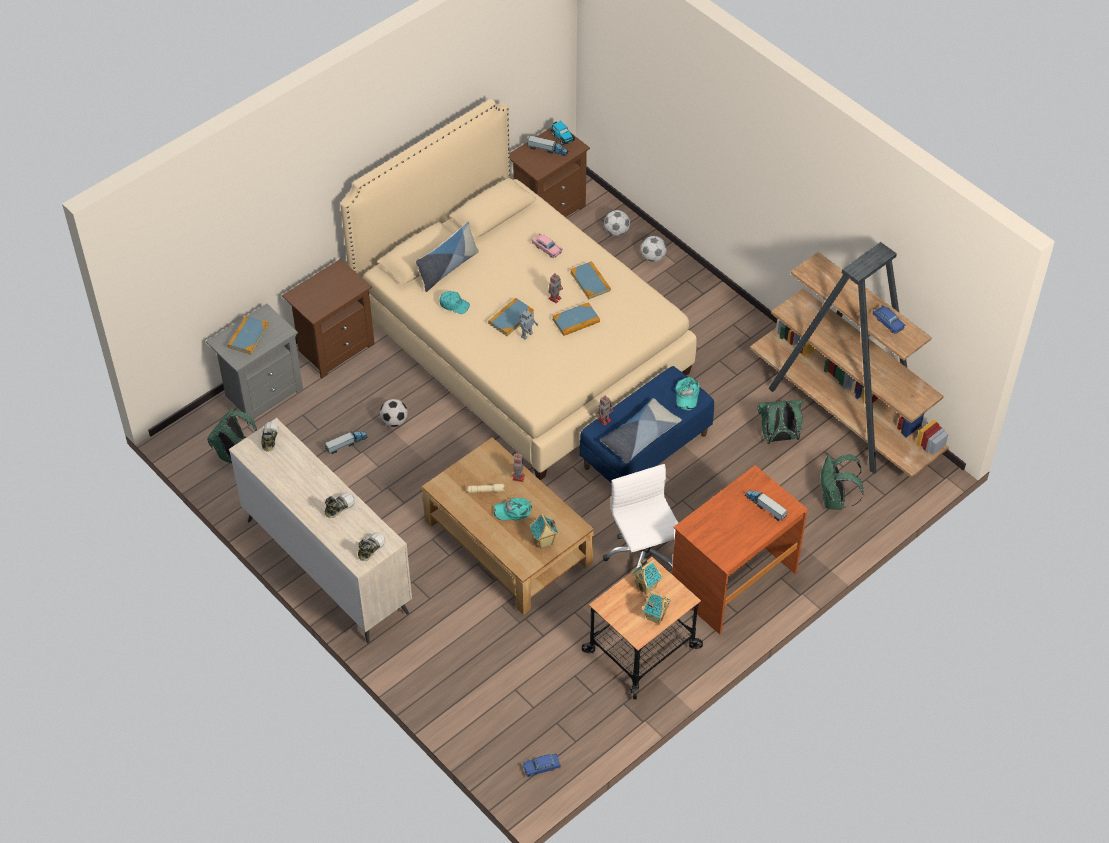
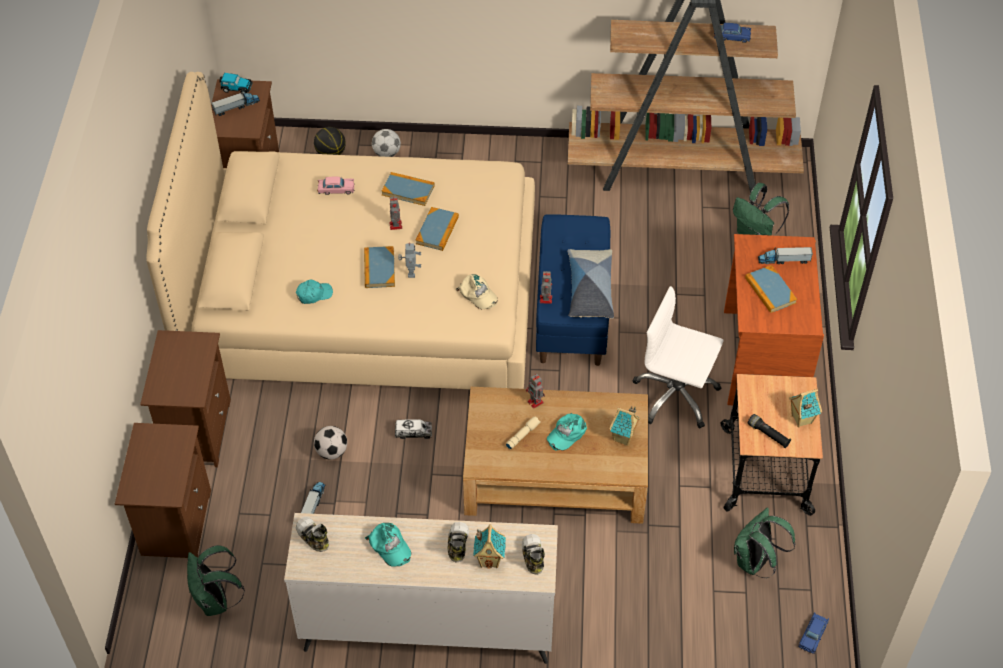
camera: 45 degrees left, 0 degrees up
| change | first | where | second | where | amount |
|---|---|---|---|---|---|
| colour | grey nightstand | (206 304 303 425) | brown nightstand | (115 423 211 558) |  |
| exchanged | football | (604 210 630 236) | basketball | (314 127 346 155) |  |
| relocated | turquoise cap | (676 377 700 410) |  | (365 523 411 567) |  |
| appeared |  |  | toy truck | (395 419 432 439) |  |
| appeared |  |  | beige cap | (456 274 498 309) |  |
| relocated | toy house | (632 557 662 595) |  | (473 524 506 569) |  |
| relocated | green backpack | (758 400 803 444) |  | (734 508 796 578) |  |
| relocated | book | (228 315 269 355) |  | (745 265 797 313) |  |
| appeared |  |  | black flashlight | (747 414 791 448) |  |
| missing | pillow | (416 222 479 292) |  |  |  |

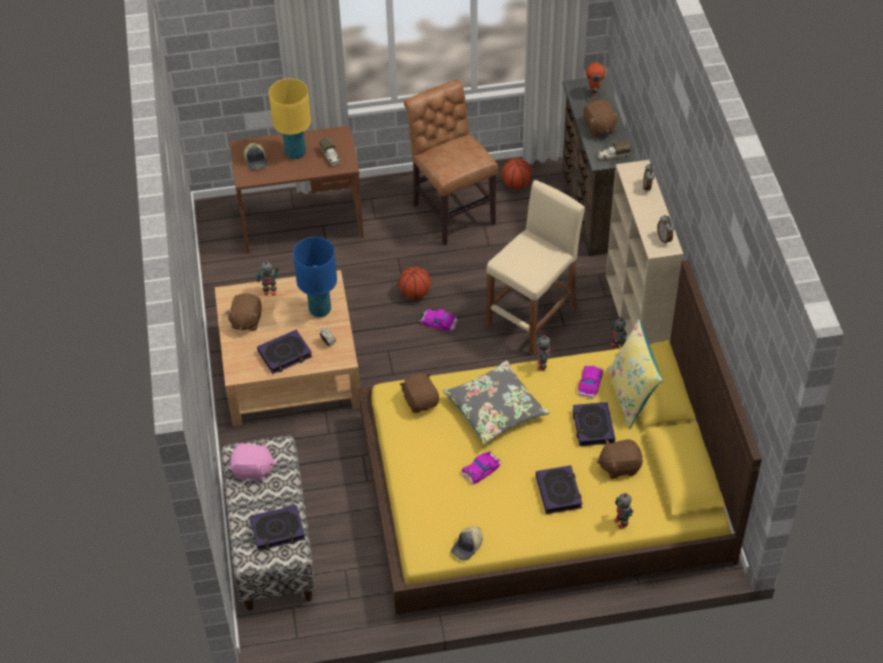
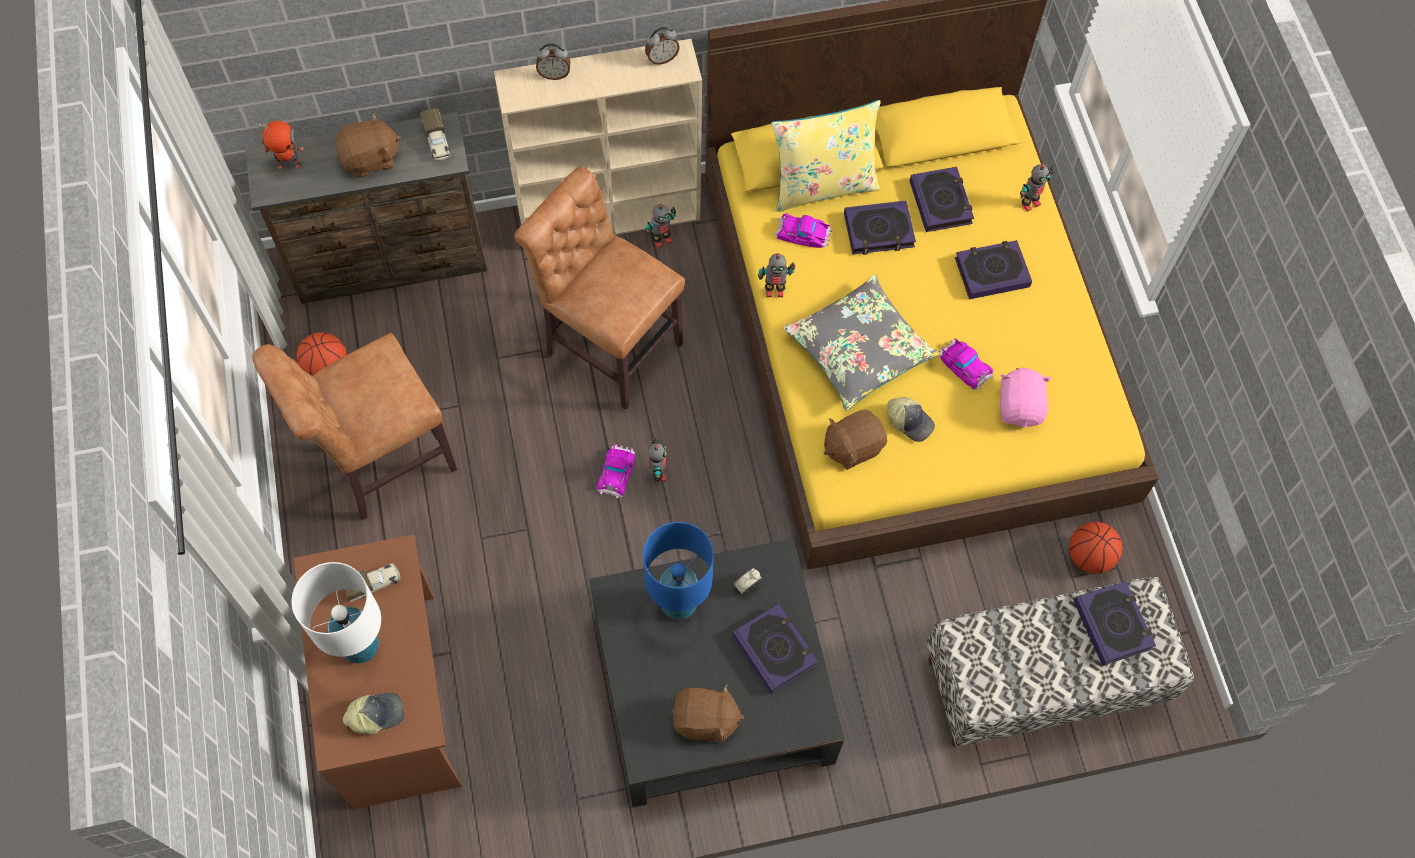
camera: 95 degrees left, 15 degrees up
| change | first | where | second | where | amount |
|---|---|---|---|---|---|
| colour | yellow table lamp | (269 79 311 159) | white table lamp | (292 562 381 663) |  |
| exchanged | beige stool | (486 180 585 355) | brown chair | (514 167 685 410) |  |
| colour | beige coffee table | (214 270 360 426) | black coffee table | (589 539 845 807) |  |
| relocated | toy robot | (256 260 279 295) |  | (648 438 667 482) |  |
| relocated | cap | (451 527 483 561) |  | (888 397 935 442) |  |
| exchanged | brown plush toy | (597 439 643 479) | book | (910 167 974 232) |  |
| relocated | pink plush toy | (230 442 276 481) |  | (1000 367 1052 428) |  |
| relocated | basketball | (398 267 431 299) |  | (1069 522 1122 574) |  |

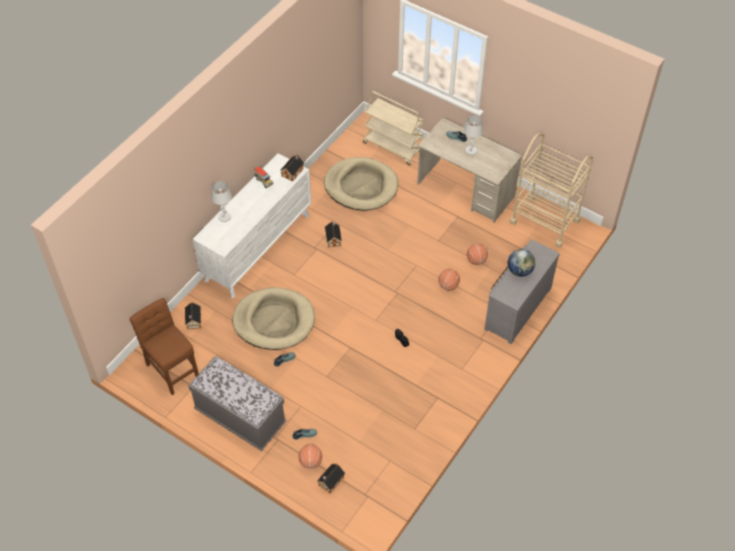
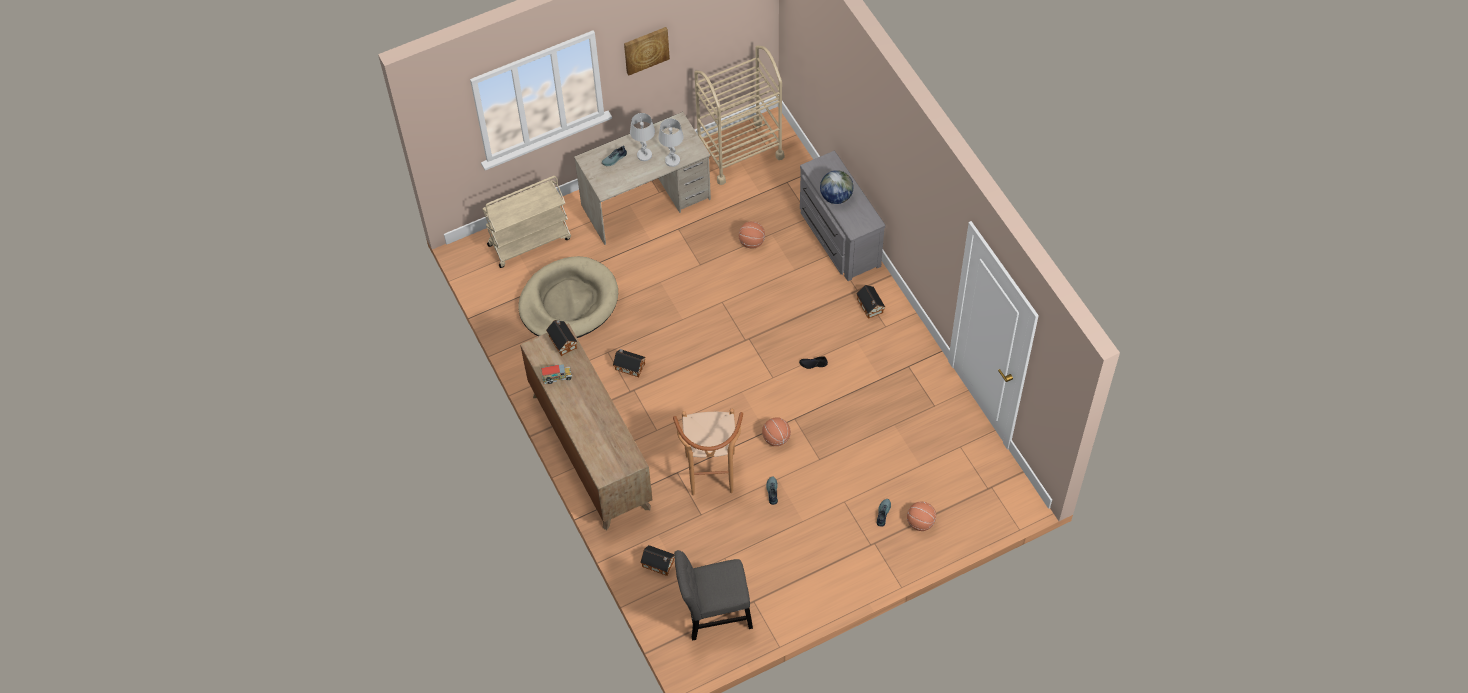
camera: 60 degrees left, 5 degrees up
| change | first | where | second | where | amount |
|---|---|---|---|---|---|
| colour | white dresser | (192 153 311 298) | brown dresser | (520 323 652 530) |  |
| appeared |  |  | picture | (624 27 670 76) |  |
| relocated | white table lamp | (211 182 232 222) |  | (658 118 684 167) |  |
| exchanged | beige dog bed | (232 287 315 350) | brown stool | (673 409 743 495) |  |
| colour | brown chair | (130 298 199 395) | grey chair | (674 550 753 641) |  |
| relocated | basketball | (439 269 460 291) |  | (762 418 791 446) |  |
| relocated | toy house | (317 464 345 494) |  | (856 285 885 319) |  |
| missing | grey bench | (188 356 286 451) |  |  |  |

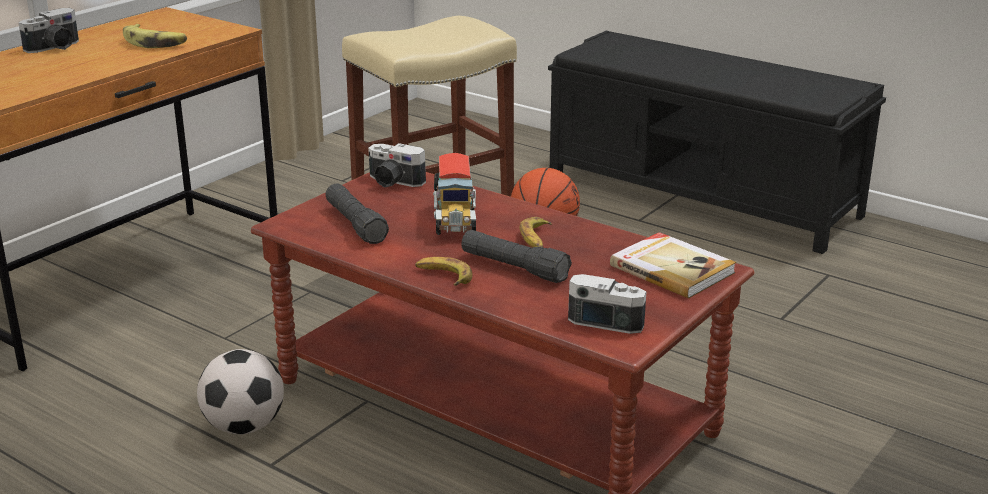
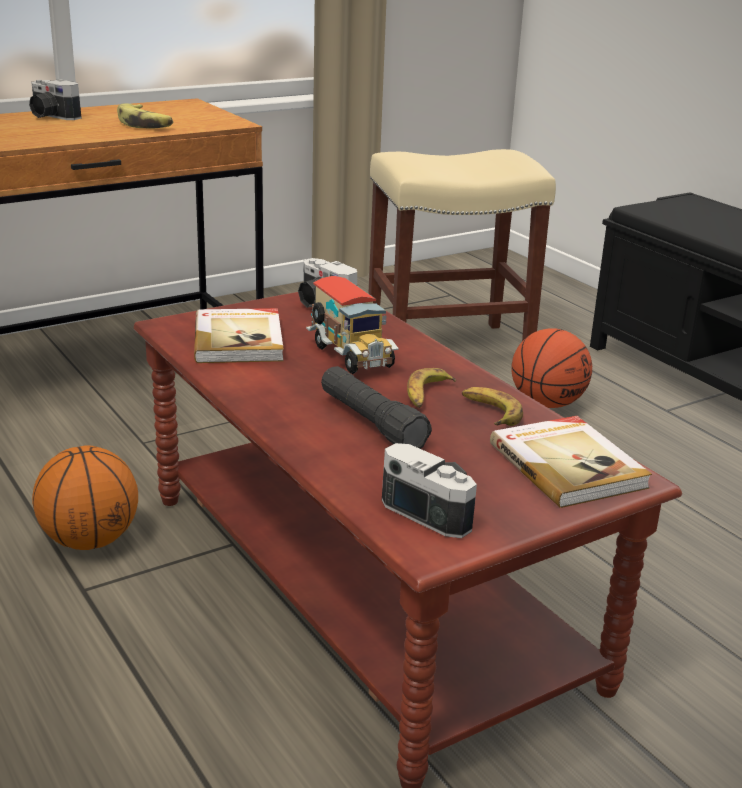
camera: 20 degrees right, 0 degrees up
| change | first | where | second | where | amount |
|---|---|---|---|---|---|
| spun | photo camera | (19 8 79 53) |  | (29 79 82 120) | 60 degrees clockwise |
| exchanged | football | (197 349 284 435) | basketball | (32 445 138 550) |  |
| exchanged | black flashlight | (326 184 389 244) | book | (194 308 284 363) |  |
| spun | toy truck | (433 153 476 235) |  | (306 276 399 374) | 45 degrees counterclockwise |
| relocated | banana | (415 257 473 286) |  | (462 387 523 426) |  |

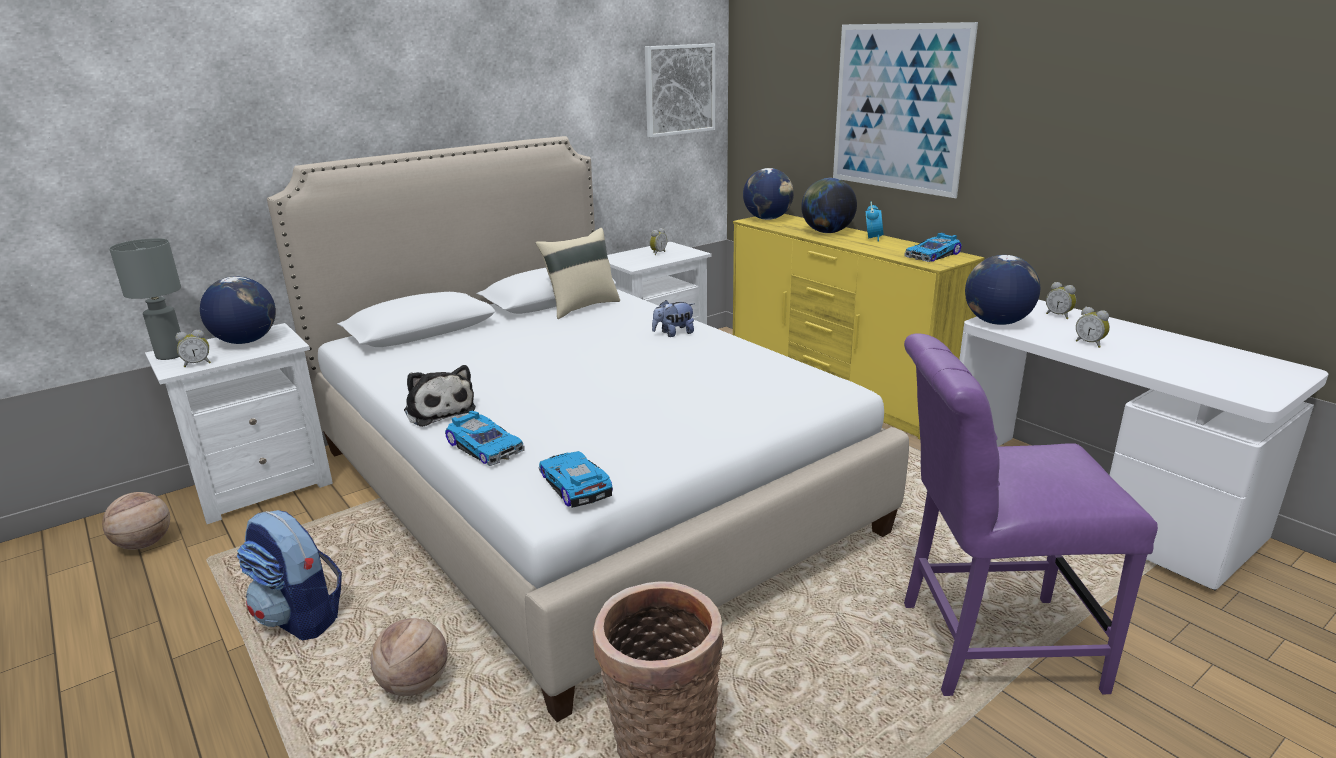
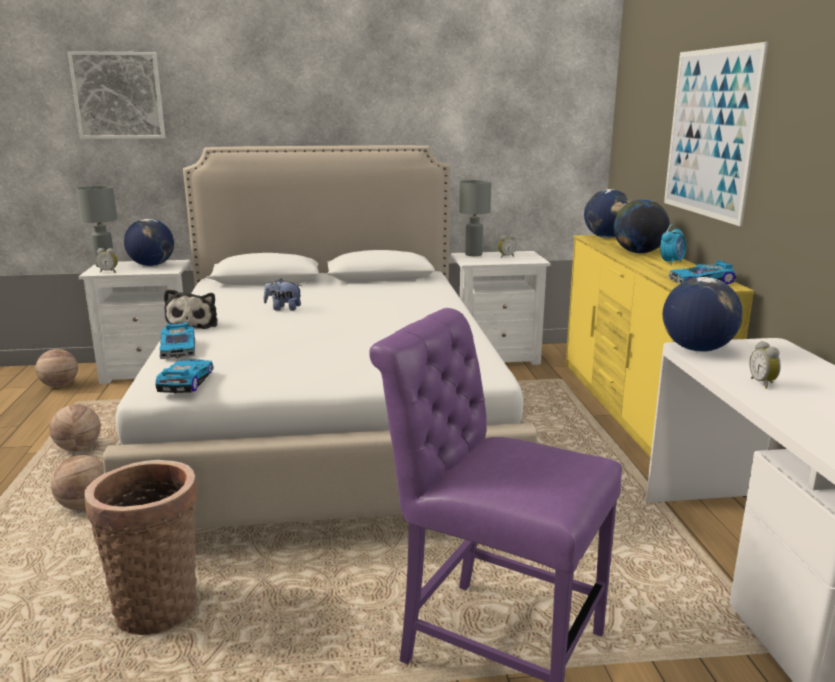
camera: 30 degrees right, 5 degrees down
| change | first | where | second | where | amount |
|---|---|---|---|---|---|
| exchanged | backpack | (237 510 342 641) | basketball | (49 404 101 451) |  |
| relocated | picture | (645 44 715 138) |  | (68 51 165 139) |  |
| relocated | plush toy | (652 300 694 337) |  | (264 279 302 311) |  |
| appeared |  |  | grey table lamp | (459 180 492 256) |  |
| missing | beige pillow | (535 228 620 319) |  |  |  |
| missing | alarm clock | (1046 282 1076 319) |  |  |  |

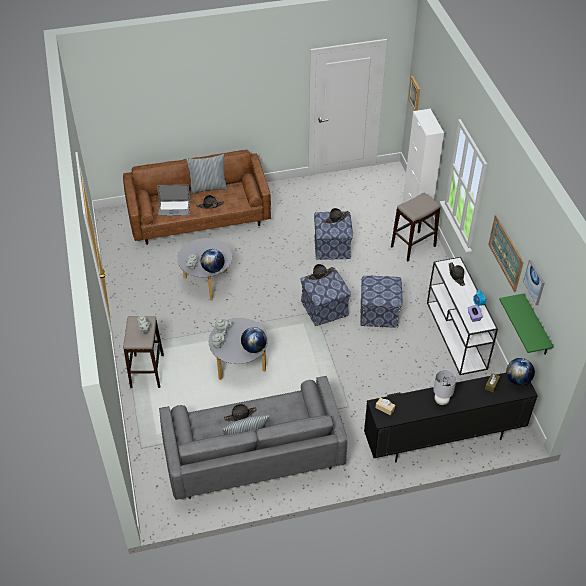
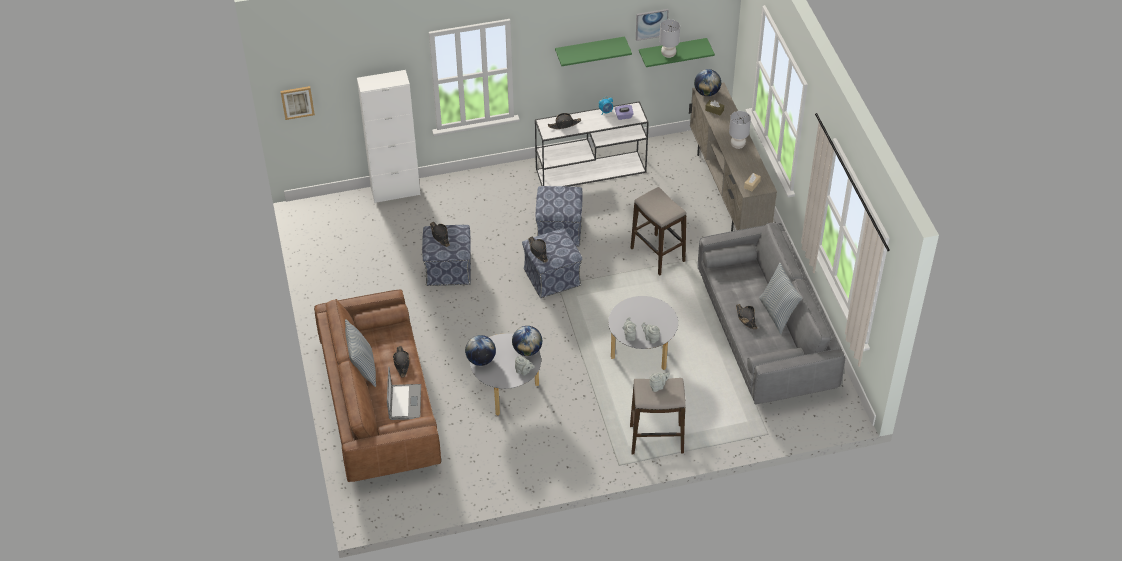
camera: 90 degrees left, 0 degrees up
| change | first | where | second | where | amount |
|---|---|---|---|---|---|
| relocated | globe | (241 327 267 353) |  | (465 335 496 366) |  |
| exchanged | picture | (488 215 524 292) | green shelf | (555 37 632 66) |  |
| relocated | stool | (391 193 440 262) |  | (630 187 686 276) |  |
| appeared |  |  | grey table lamp | (659 19 680 58) |  |
| colour | black tv stand | (364 373 538 462) | beige tv stand | (689 83 777 231) |  |

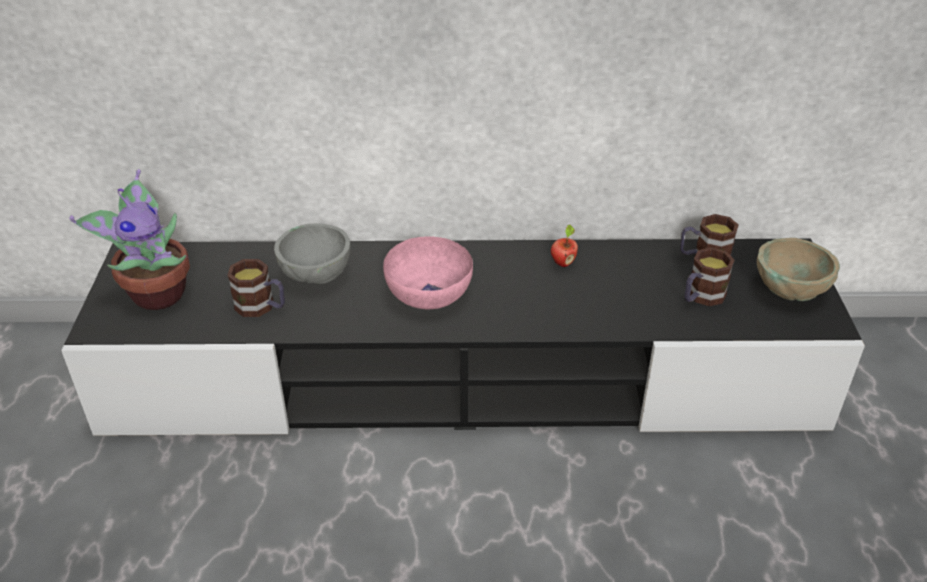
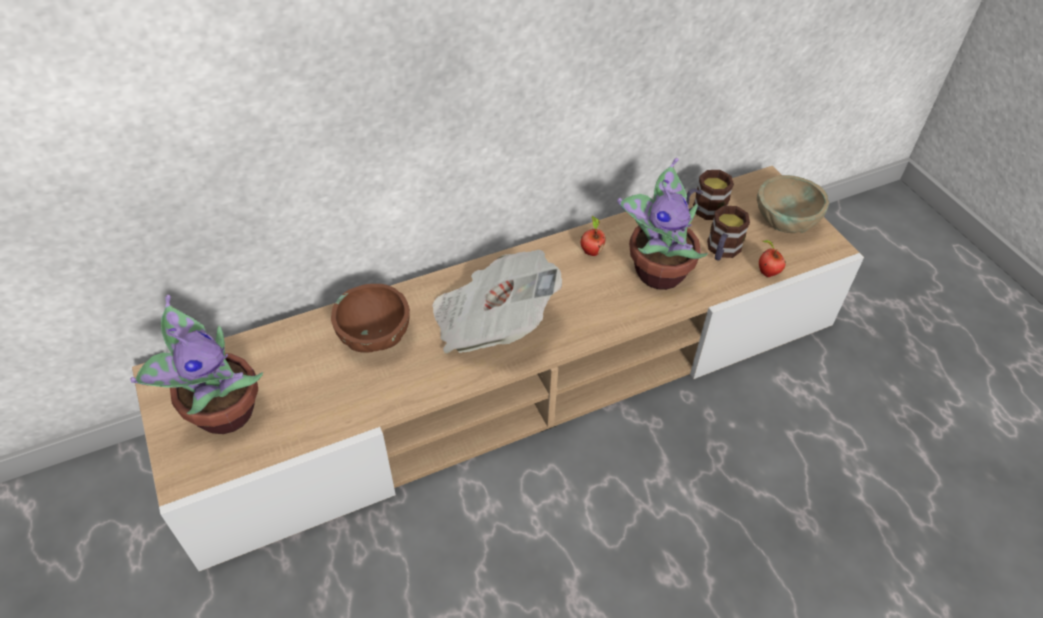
camera: 25 degrees left, 10 degrees up
| change | first | where | second | where | amount |
|---|---|---|---|---|---|
| colour | black tv stand | (61 239 865 436) | beige tv stand | (132 166 864 571) |  |
| colour | grey bowl | (274 224 350 284) | brown bowl | (331 284 410 352) |  |
| exchanged | pink bowl | (383 236 473 309) | newspaper | (432 250 562 353) |  |
| appeared |  |  | potted plant | (617 158 708 290) |  |
| appeared |  |  | apple | (759 240 786 277) |  |
| missing | mug | (227 259 285 317) |  |  |  |

